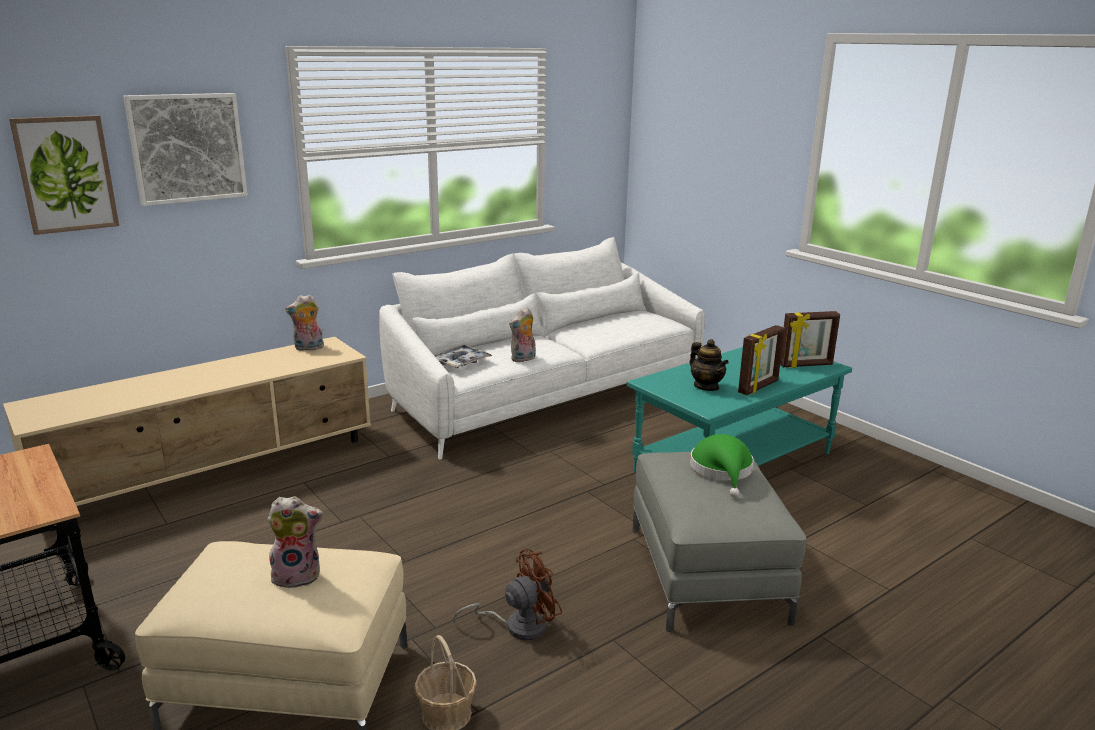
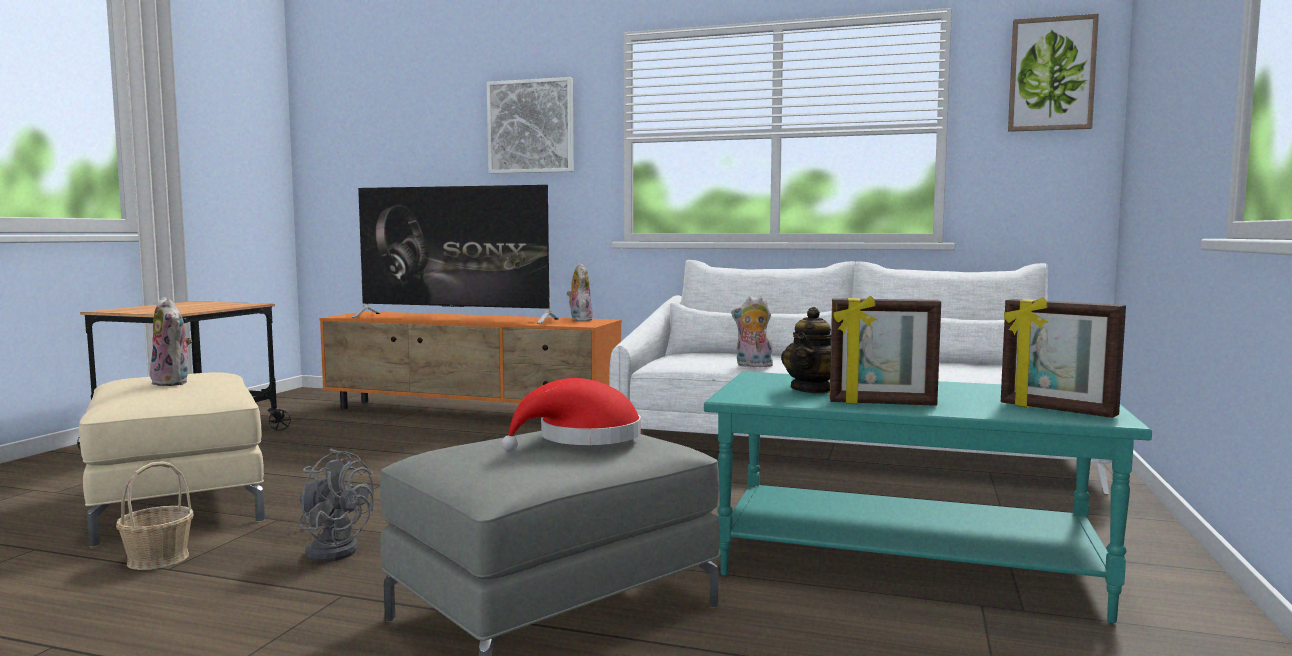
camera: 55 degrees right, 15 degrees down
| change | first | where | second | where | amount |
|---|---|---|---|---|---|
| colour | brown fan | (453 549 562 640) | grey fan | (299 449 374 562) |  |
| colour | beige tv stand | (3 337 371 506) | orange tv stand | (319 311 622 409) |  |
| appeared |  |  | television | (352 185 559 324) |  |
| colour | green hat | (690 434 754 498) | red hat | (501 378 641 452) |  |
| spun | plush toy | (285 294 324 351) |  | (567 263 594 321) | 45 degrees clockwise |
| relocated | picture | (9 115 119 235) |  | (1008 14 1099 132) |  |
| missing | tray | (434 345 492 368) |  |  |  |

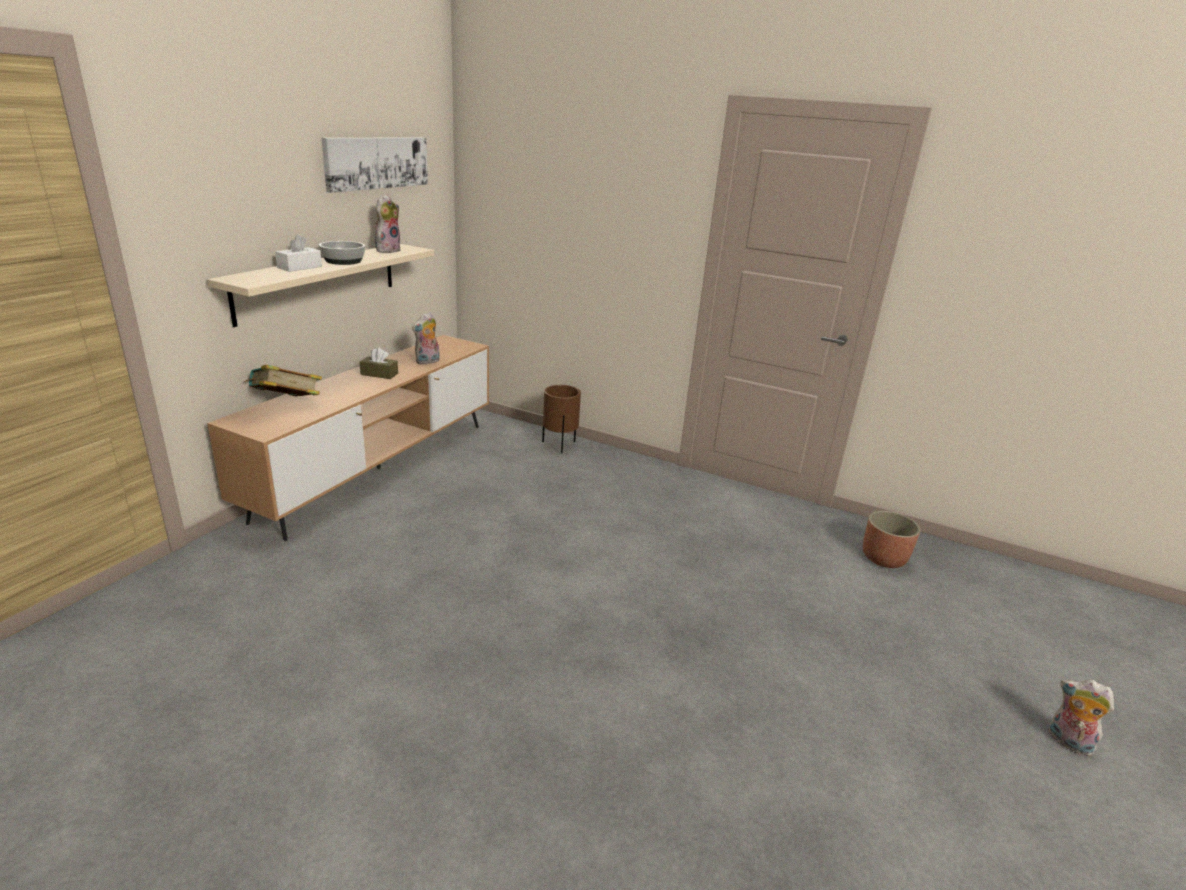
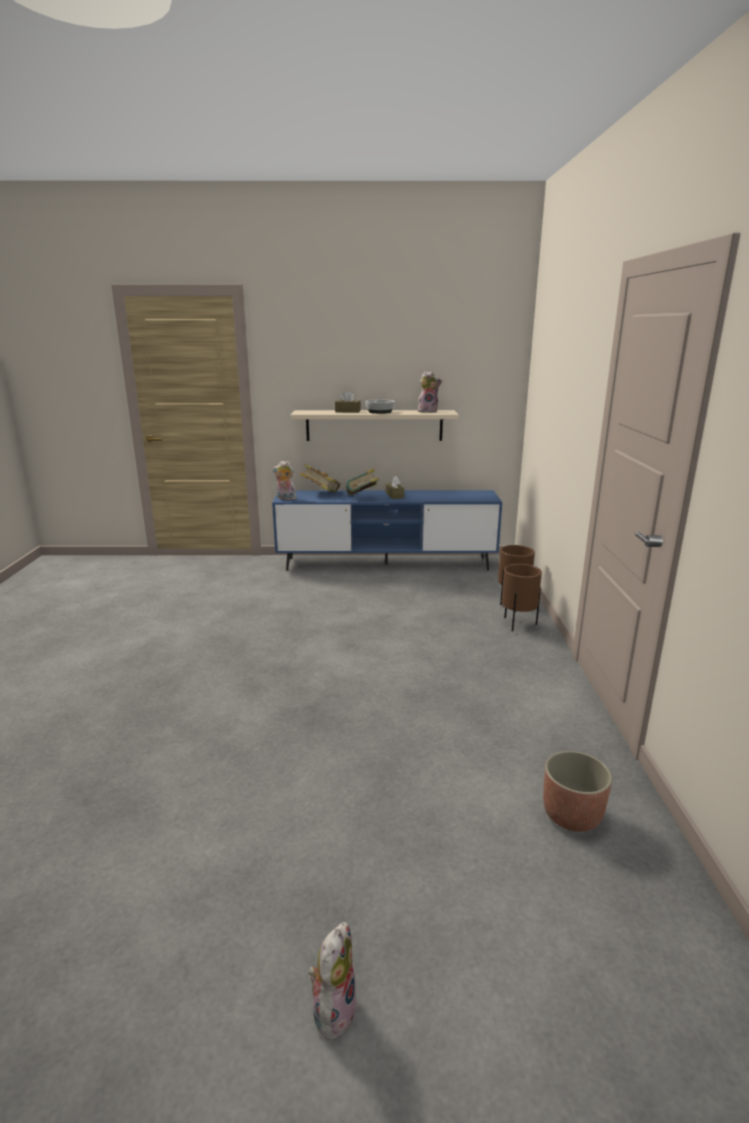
camera: 65 degrees right, 5 degrees down
| change | first | where | second | where | amount |
|---|---|---|---|---|---|
| colour | brown tv stand | (207 335 489 541) | blue tv stand | (272 490 502 571) |  |
| relocated | plush toy | (412 312 440 365) |  | (273 461 297 500) |  |
| colour | white tissue box | (275 235 322 272) | brown tissue box | (335 391 361 413) |  |
| appeared |  |  | book | (346 468 379 495) |  |
| appeared |  |  | brown planter | (501 564 542 632) |  |
| missing | picture | (321 138 428 193) |  |  |  |

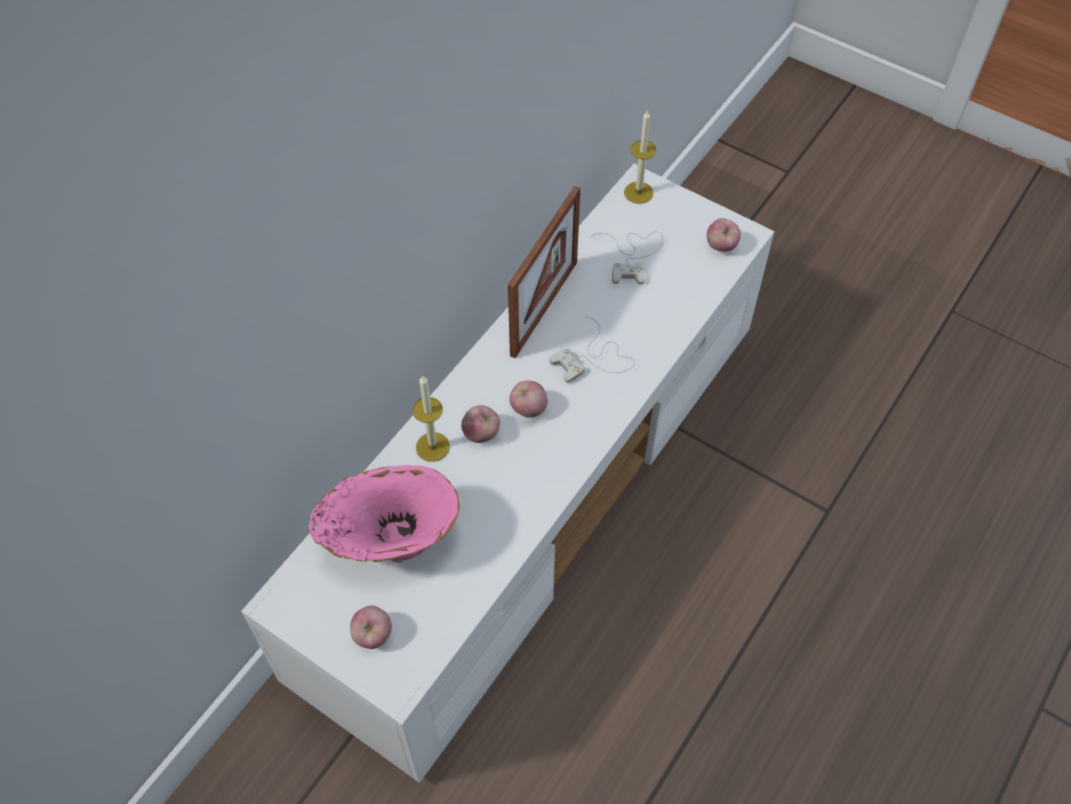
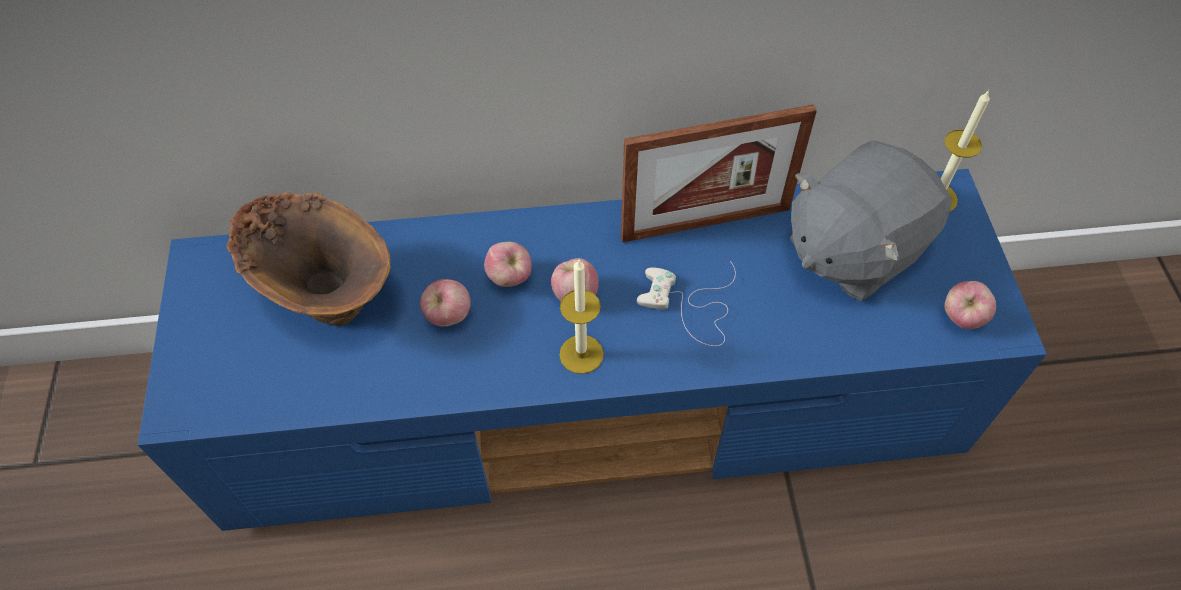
camera: 50 degrees right, 0 degrees up
| change | first | where | second | where | amount |
|---|---|---|---|---|---|
| colour | white tv stand | (241 164 774 783) | blue tv stand | (138 169 1047 531) |  |
| colour | pink vase | (309 465 460 562) | brown vase | (227 192 390 326) |  |
| relocated | apple | (350 605 392 649) |  | (420 279 471 327) |  |
| relocated | candle | (412 376 450 462) |  | (559 260 604 374) |  |
| exchanged | white game controller | (591 231 663 284) | grey plush toy | (789 140 951 301) |  |

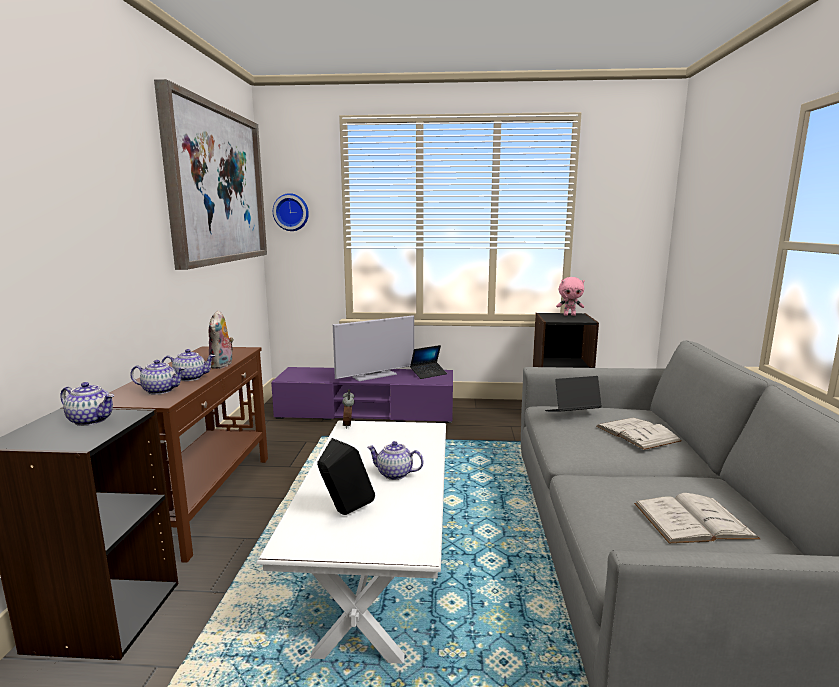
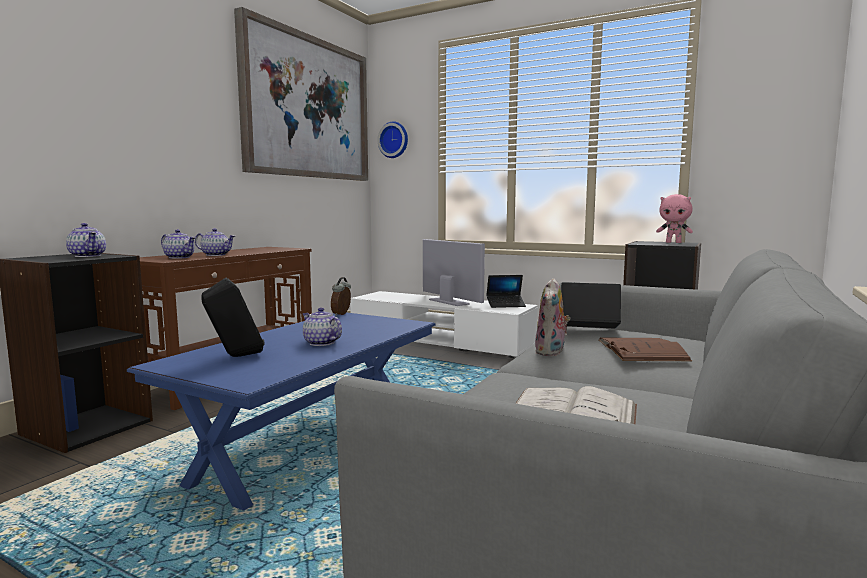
camera: 25 degrees right, 5 degrees down
| change | first | where | second | where | amount |
|---|---|---|---|---|---|
| colour | white coffee table | (257 420 446 664) | blue coffee table | (127 313 436 511) |  |
| colour | purple tv stand | (271 367 453 423) | white tv stand | (350 291 538 358) |  |
| spun | television | (333 315 414 381) |  | (423 239 485 306) | 120 degrees counterclockwise |
| relocated | plush toy | (209 310 234 369) |  | (535 278 570 356) |  |
| colour | white book | (597 418 682 450) | brown book | (599 338 692 361) |  |

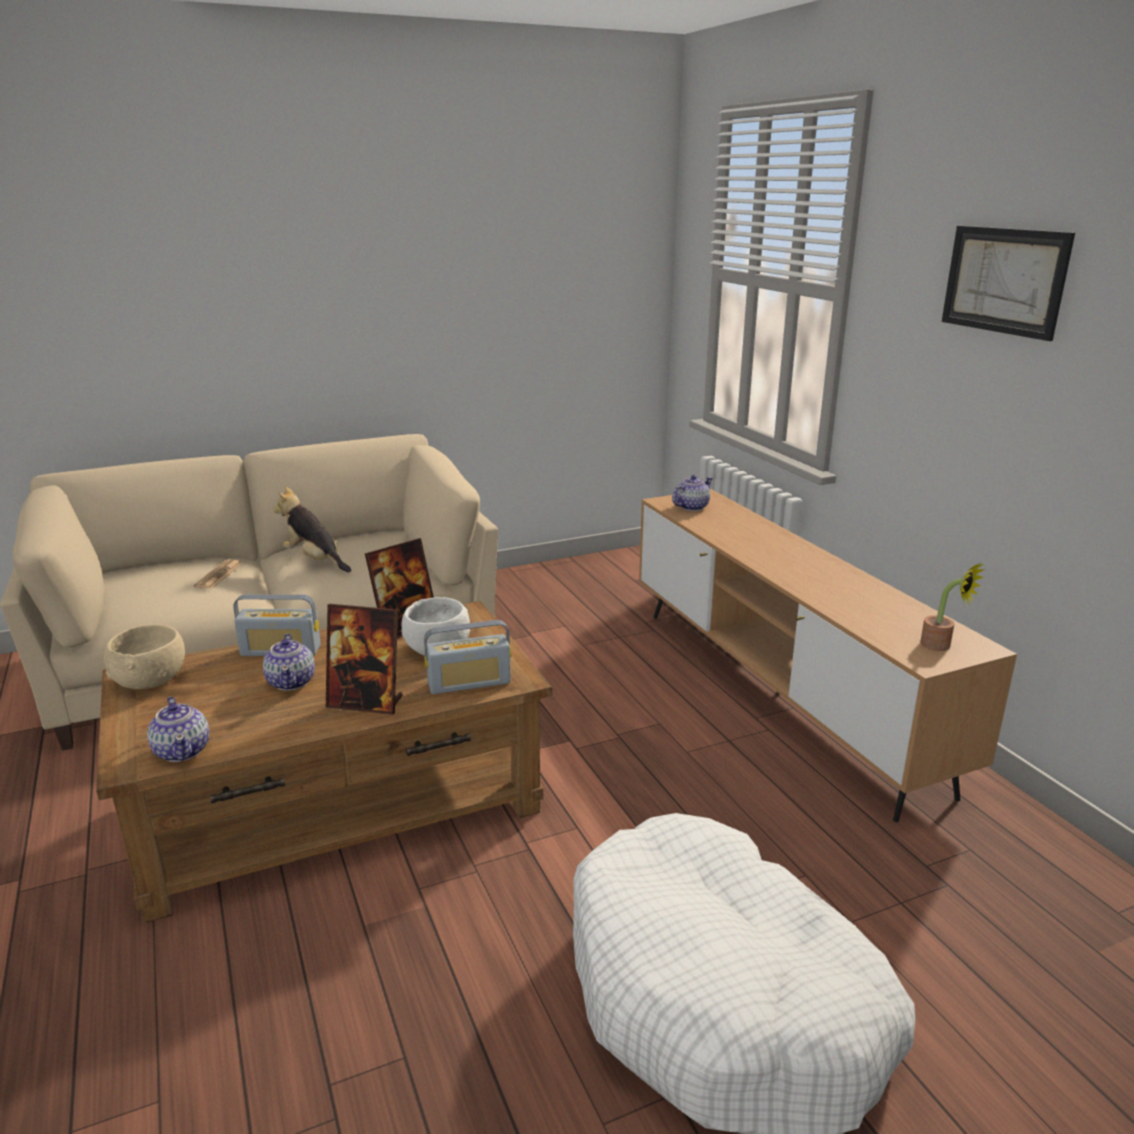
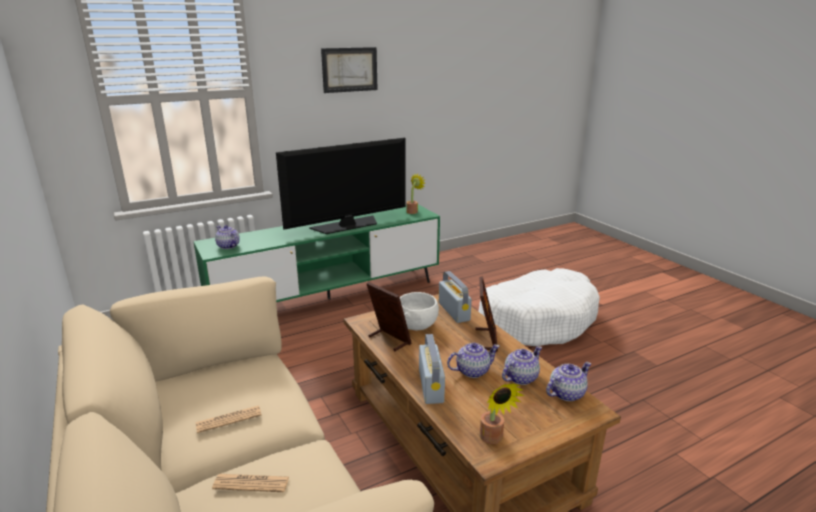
camera: 95 degrees left, 0 degrees up
| change | first | where | second | where | amount |
|---|---|---|---|---|---|
| colour | brown tv stand | (639 489 1017 822) | green tv stand | (193 204 440 302) |  |
| exchanged | plush toy | (273 486 351 573) | newspaper | (196 405 262 433) |  |
| appeared |  |  | television | (276 138 406 234) |  |
| exchanged | beige bowl | (104 624 185 689) | potted plant | (480 383 524 444) |  |
| appeared |  |  | teapot | (502 346 542 385) |  |

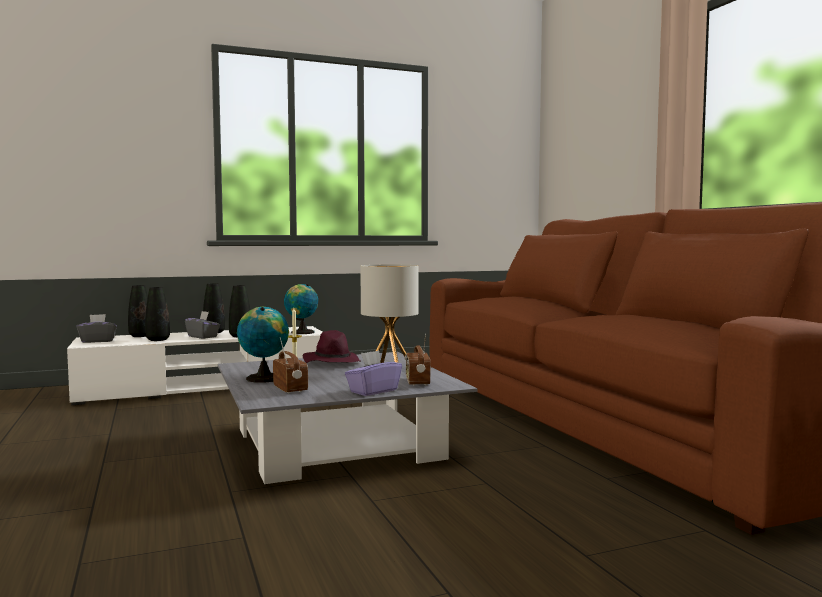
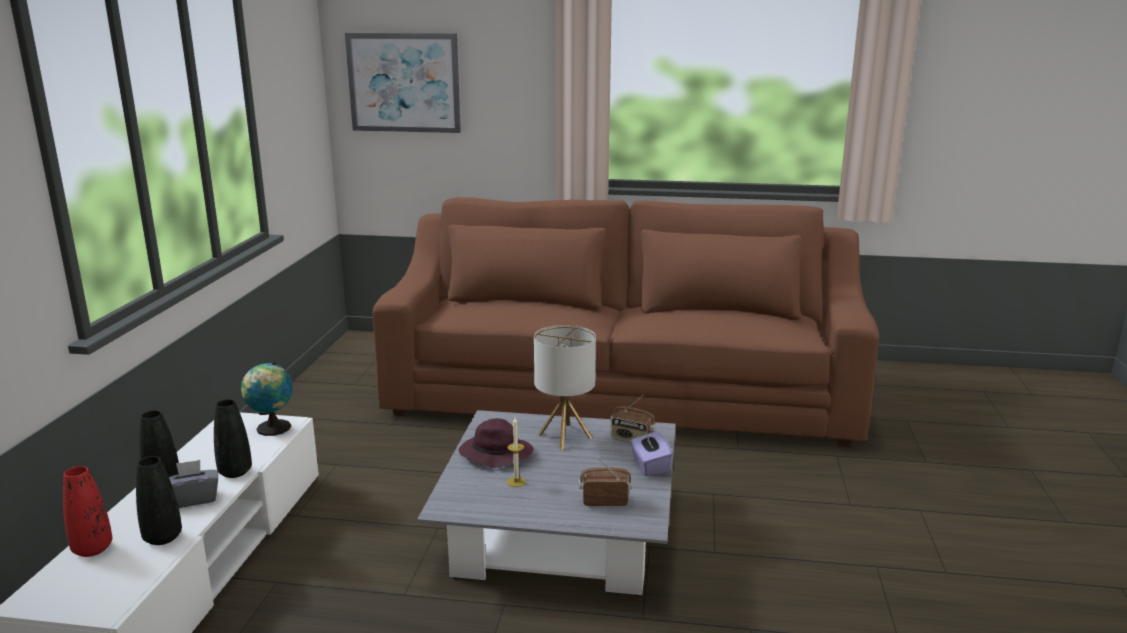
camera: 60 degrees left, 15 degrees up
| change | first | where | second | where | amount |
|---|---|---|---|---|---|
| colour | black vase | (128 285 148 337) | red vase | (63 466 112 557) |  |
| appeared |  |  | picture | (345 33 461 133) |  |
| missing | grey tissue box | (77 314 117 343) |  |  |  |
| missing | globe | (237 306 289 383) |  |  |  |

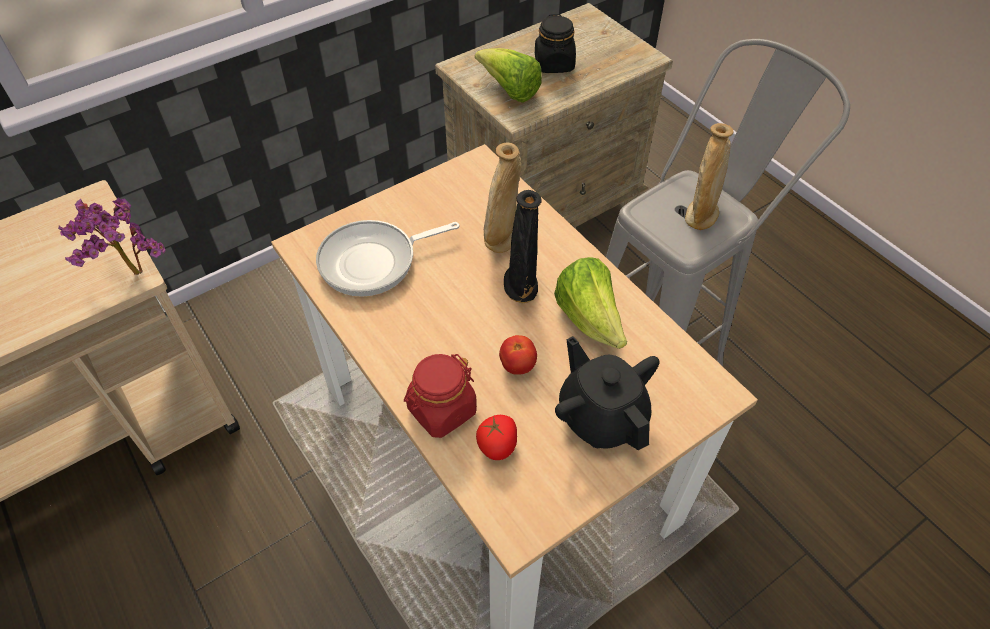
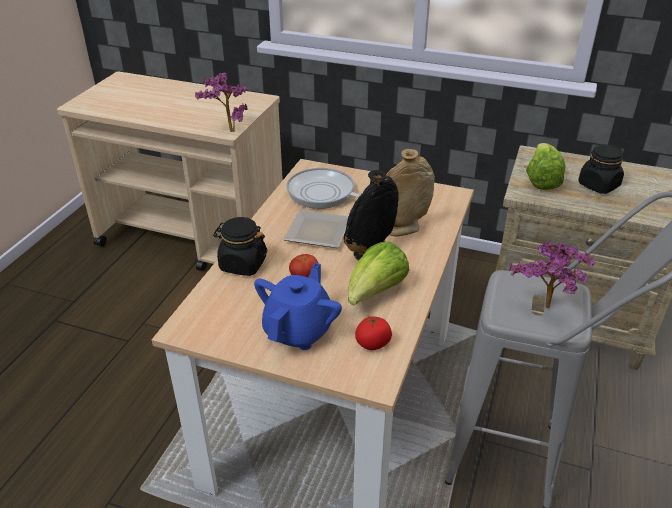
camera: 55 degrees right, 15 degrees down
| change | first | where | second | where | amount |
|---|---|---|---|---|---|
| colour | red jar | (404 354 477 438) | black jar | (213 217 268 276) |  |
| colour | black teapot | (555 336 659 450) | blue teapot | (254 263 342 350) |  |
| appeared |  |  | plate | (284 210 349 248) |  |
| relocated | tomato | (476 415 517 460) |  | (355 315 392 350) |  |
| exchanged | beige vase | (685 123 734 230) | potted plant | (508 241 595 308) |  |

